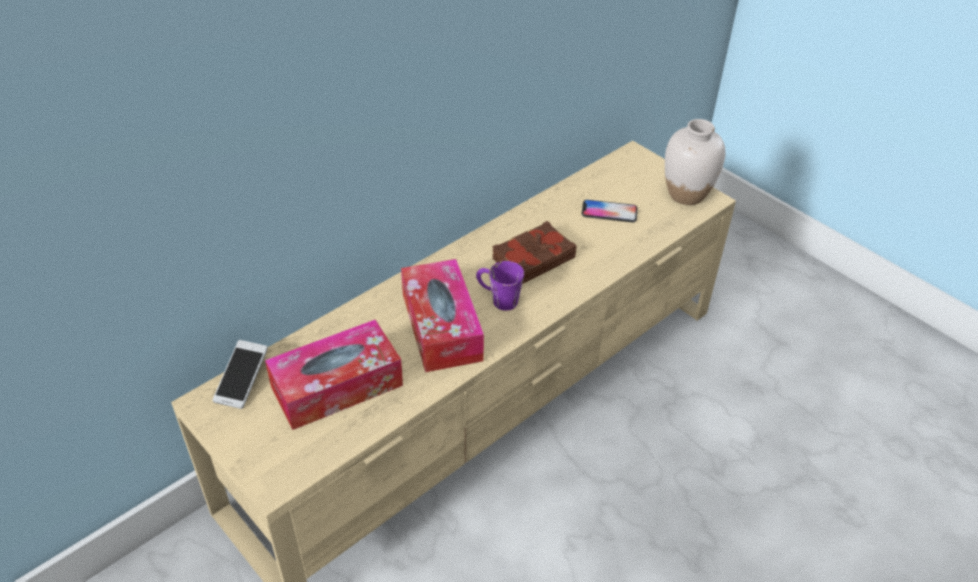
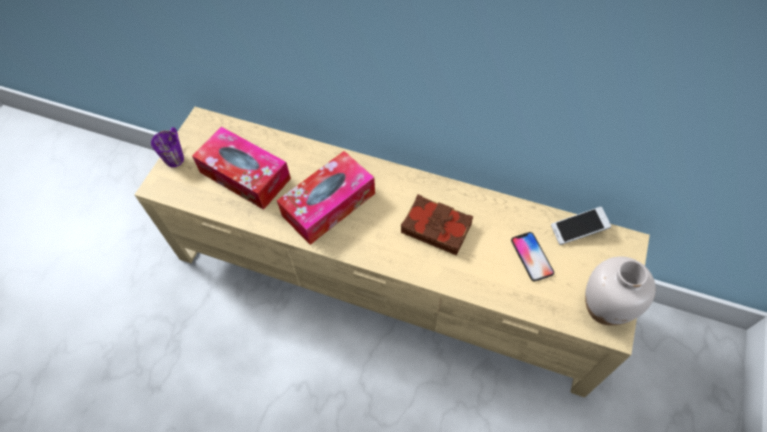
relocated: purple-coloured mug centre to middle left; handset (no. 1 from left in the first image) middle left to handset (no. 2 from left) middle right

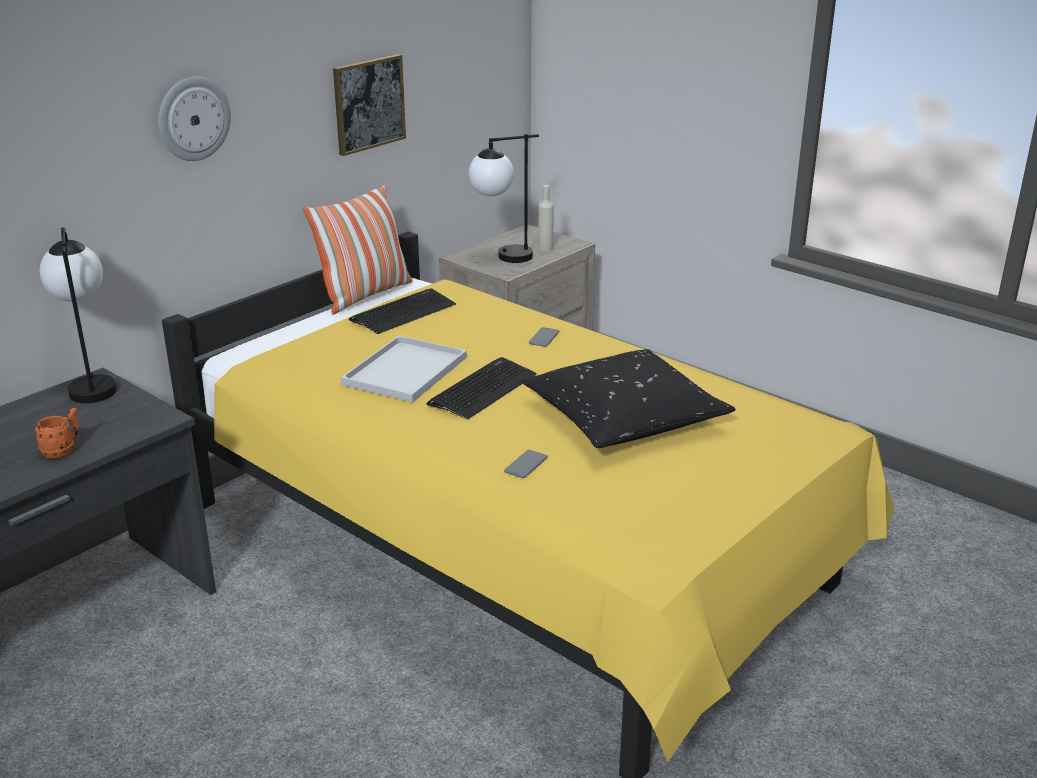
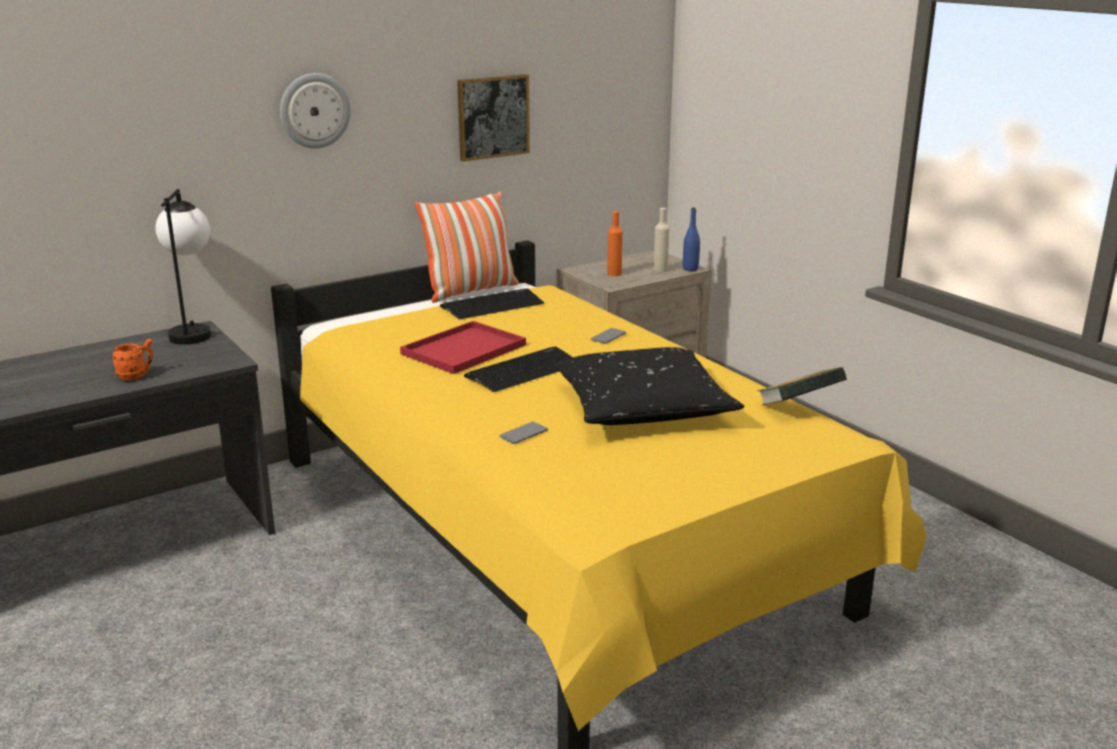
appeared: blue-coloured beverage bottle top centre; volume middle right
exchanged: lamp for a table (no. 2 from left) top centre to orange beverage bottle top centre
colour: white-coloured serving tray centre to reddish serving tray centre

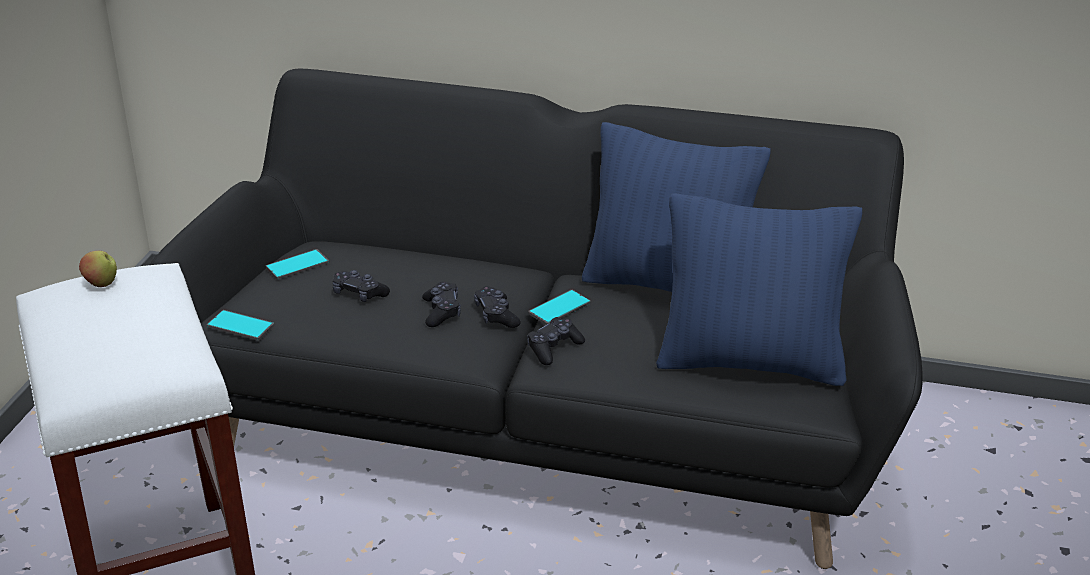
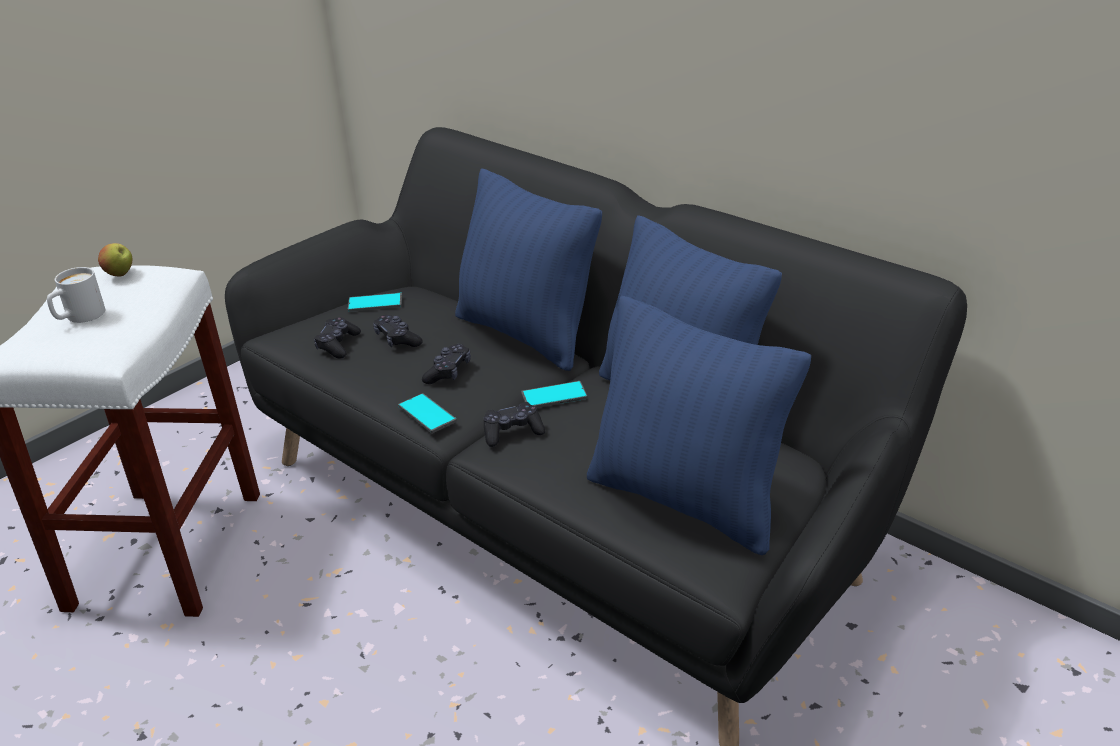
appeared: white-coloured mug middle left; blue-coloured cushion (no. 1 from left) centre
relocated: blackish gamepad (no. 3 from left in the first image) centre to blackish gamepad (no. 1 from left) middle left; handset (no. 1 from left in the first image) middle left to handset (no. 2 from left) centre

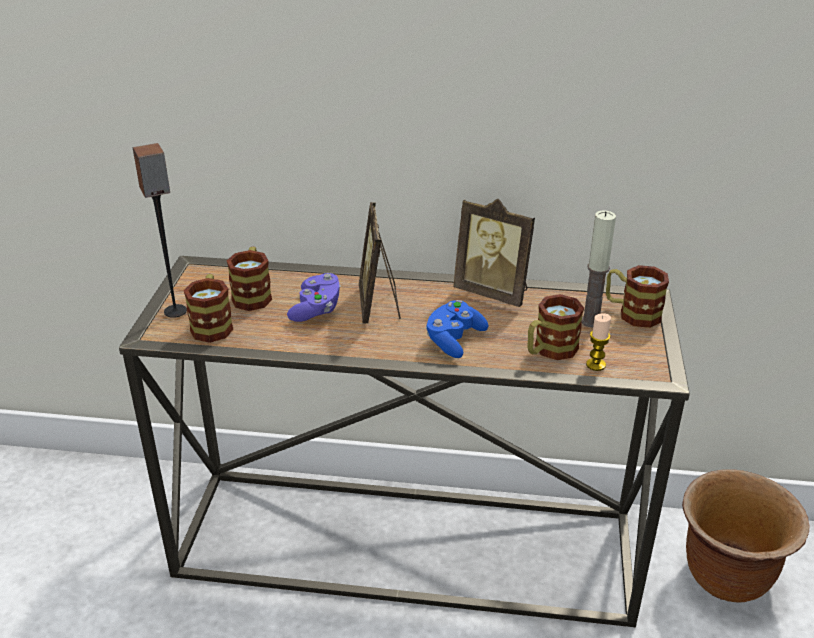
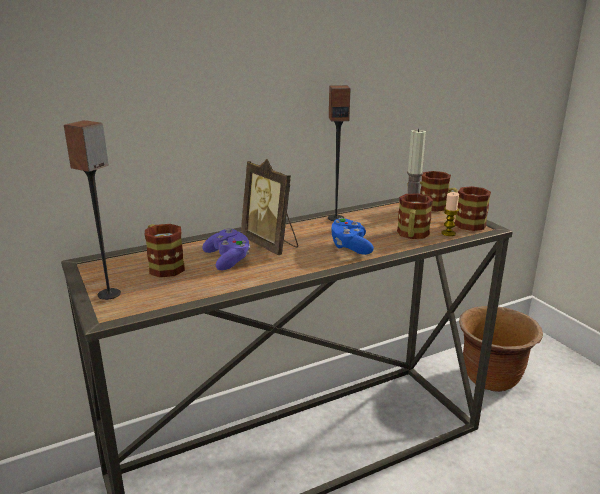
relocated: mug (no. 1 from left in the first image) middle left to mug (no. 4 from left) middle right
exchanged: picture frame (no. 2 from left) centre to audio speaker (no. 2 from left) top centre

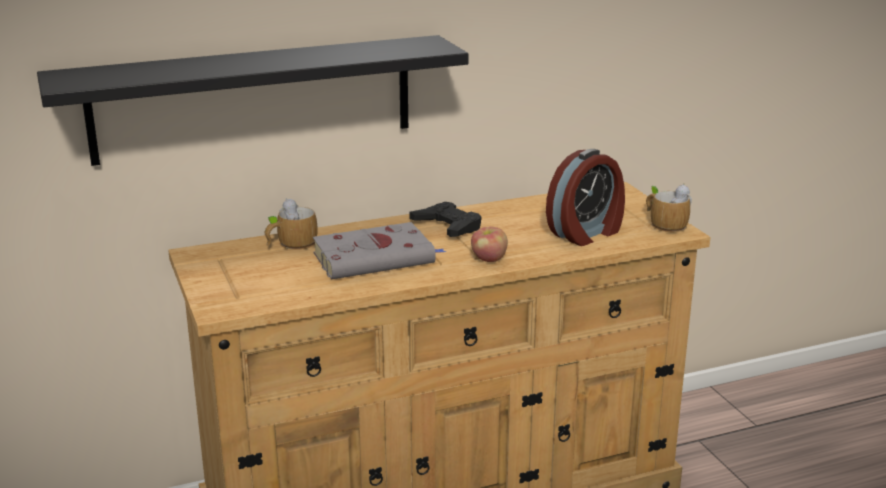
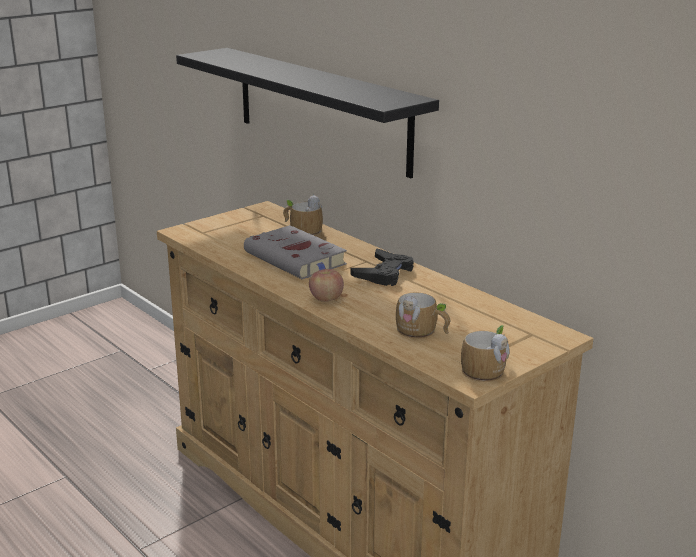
exchanged: table clock centre to mug (no. 2 from left) centre

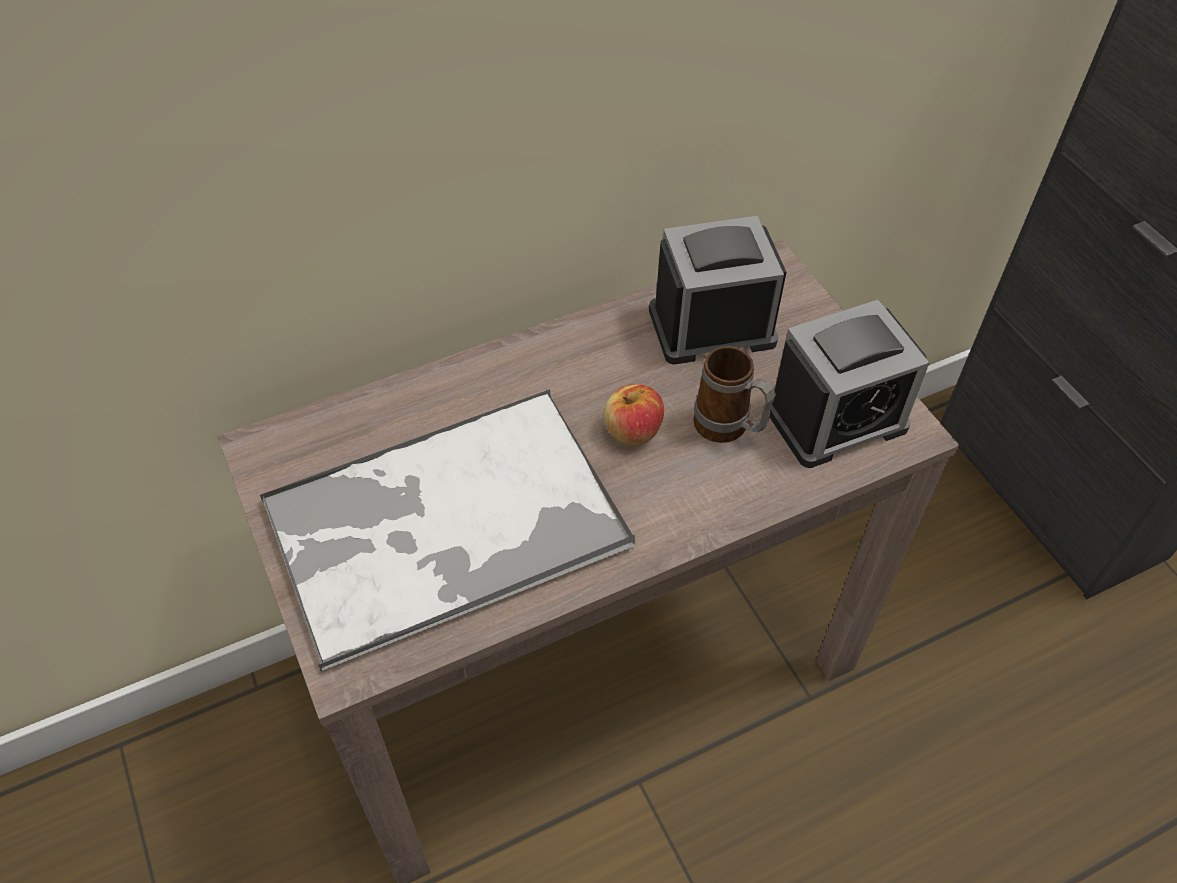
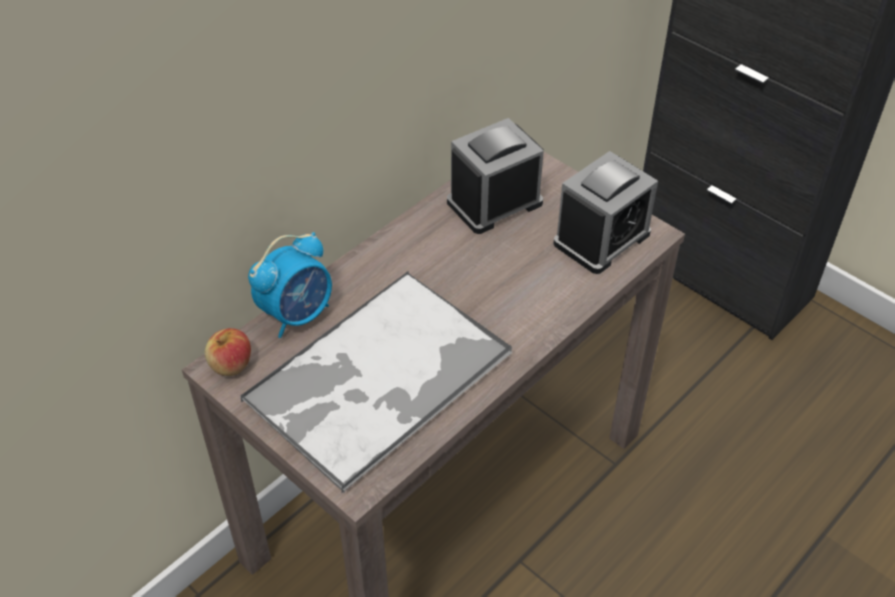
missing: mug centre
appeared: table clock (no. 1 from left) middle left
relocated: apple centre to middle left

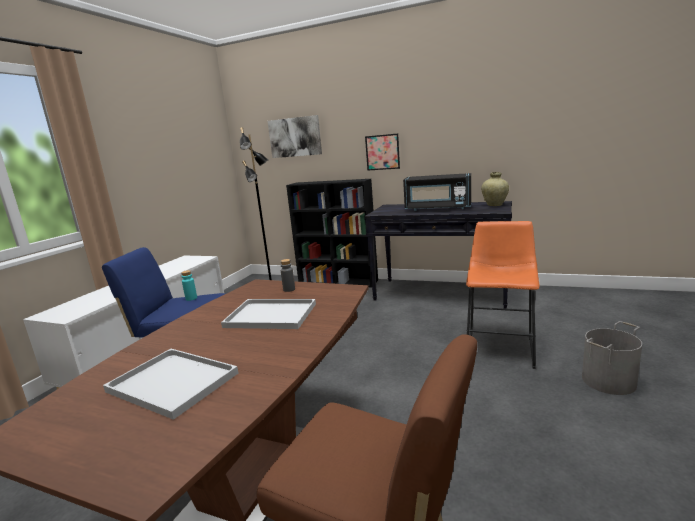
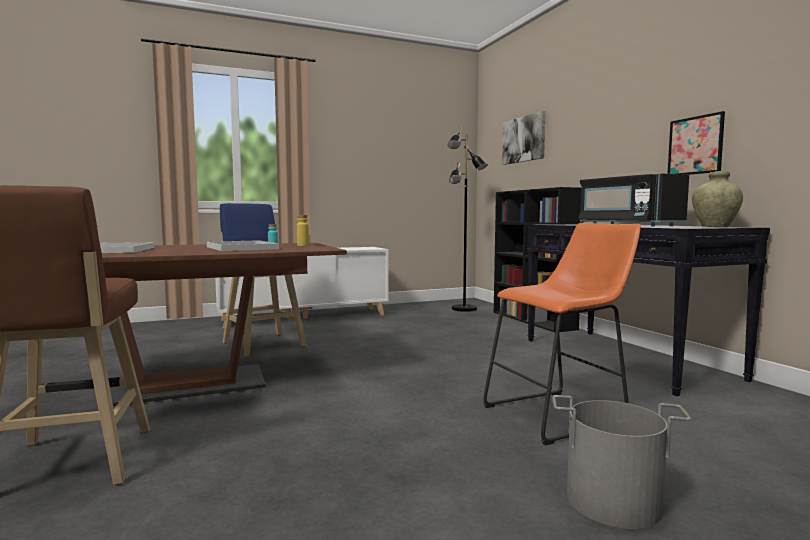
relocated: picture (no. 2 from left) top centre to top right
colour: greyish beverage bottle centre to yellow beverage bottle centre

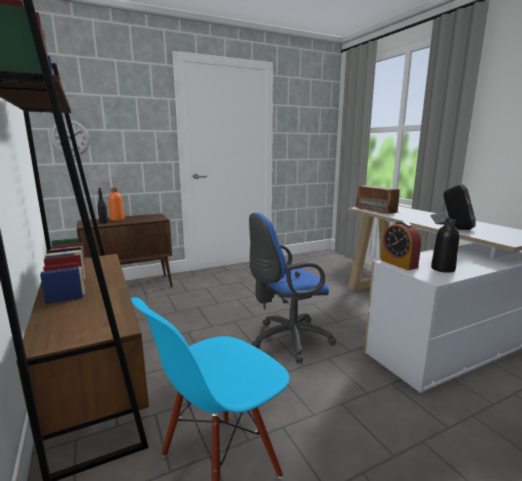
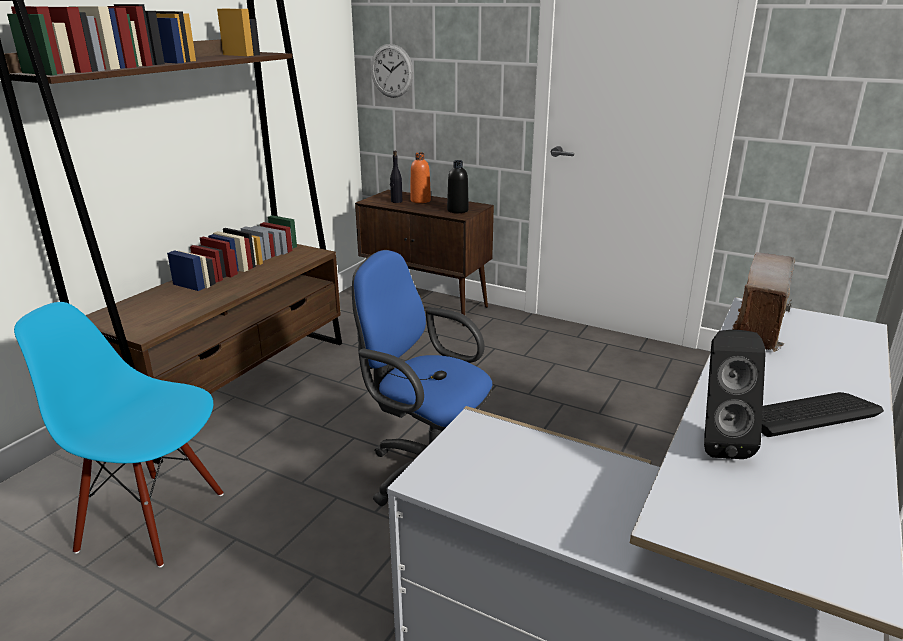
missing: table clock middle right
relocated: blackish beverage bottle (no. 2 from left) middle right to top centre

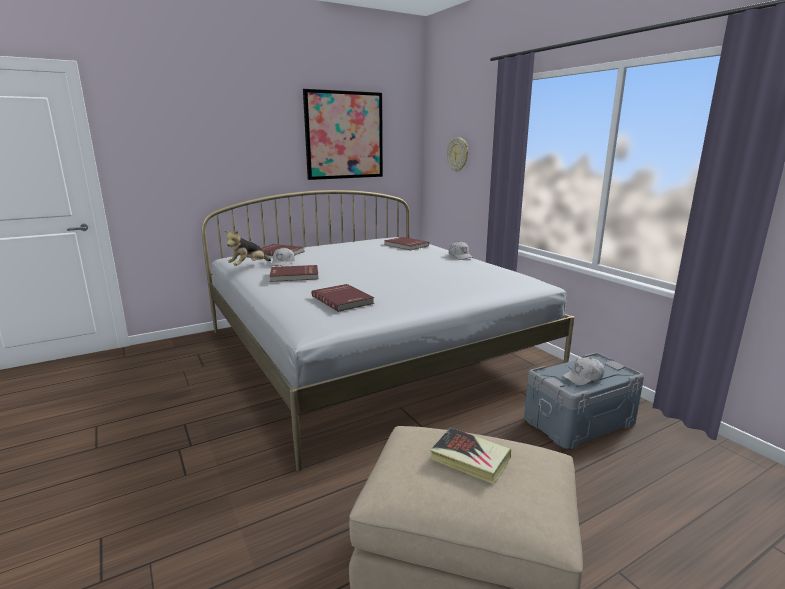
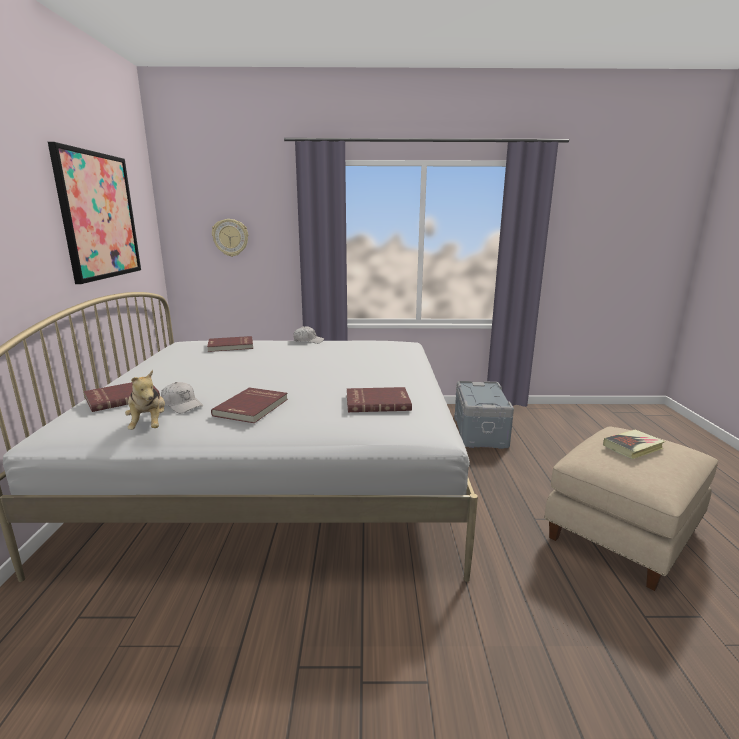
missing: white-coloured baseball cap (no. 3 from left) middle right

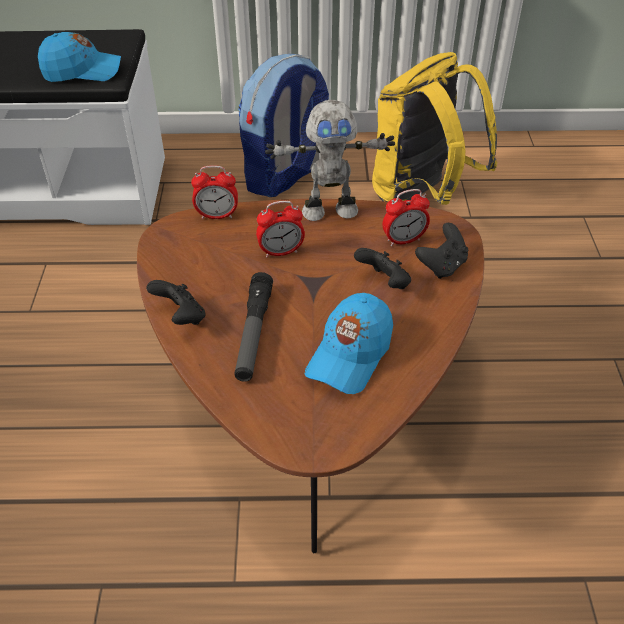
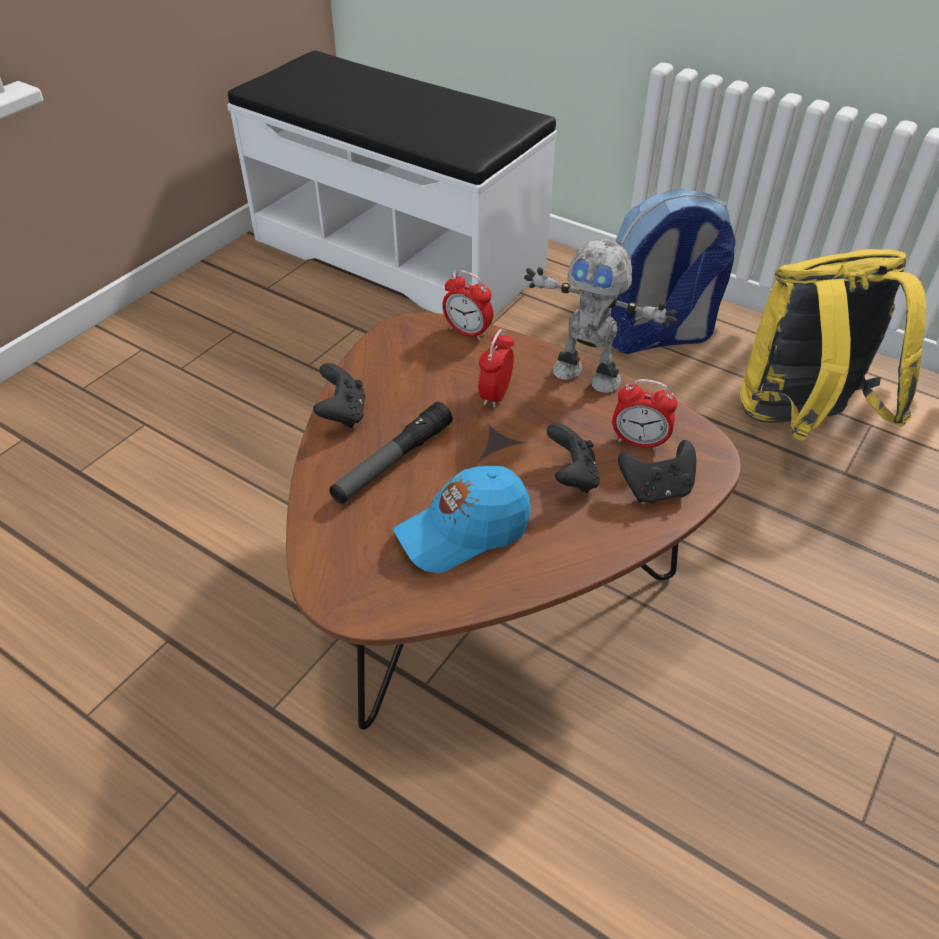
missing: blue-coloured baseball cap (no. 1 from left) top left
spun: table clock (no. 2 from left) centre = centre 90 degrees clockwise

